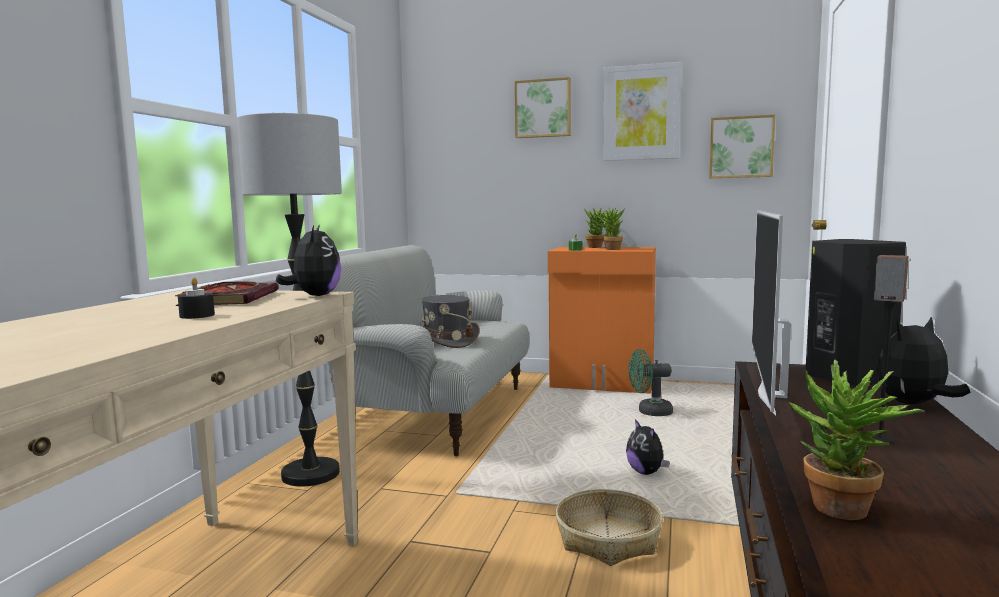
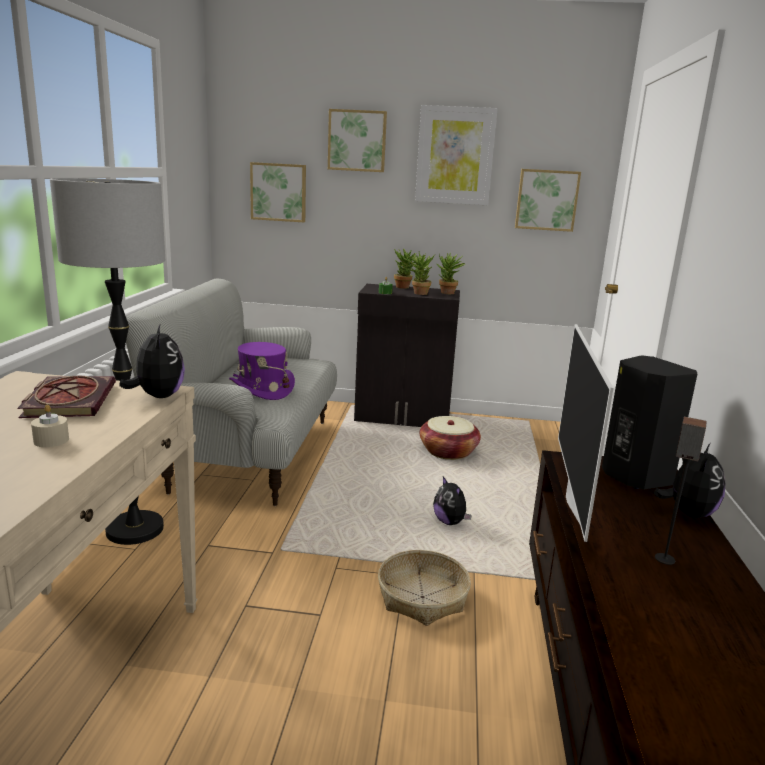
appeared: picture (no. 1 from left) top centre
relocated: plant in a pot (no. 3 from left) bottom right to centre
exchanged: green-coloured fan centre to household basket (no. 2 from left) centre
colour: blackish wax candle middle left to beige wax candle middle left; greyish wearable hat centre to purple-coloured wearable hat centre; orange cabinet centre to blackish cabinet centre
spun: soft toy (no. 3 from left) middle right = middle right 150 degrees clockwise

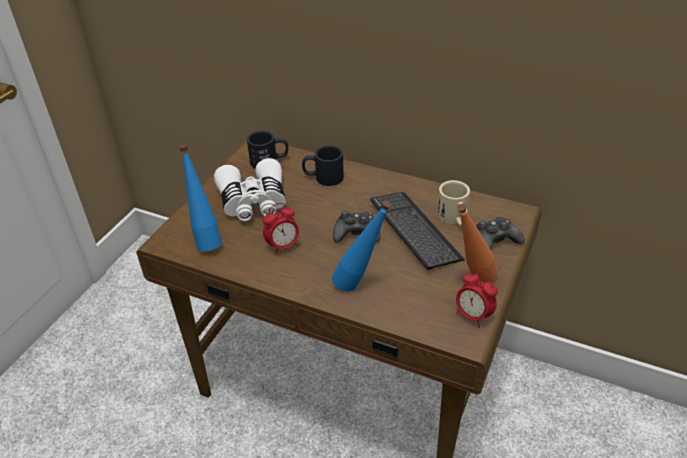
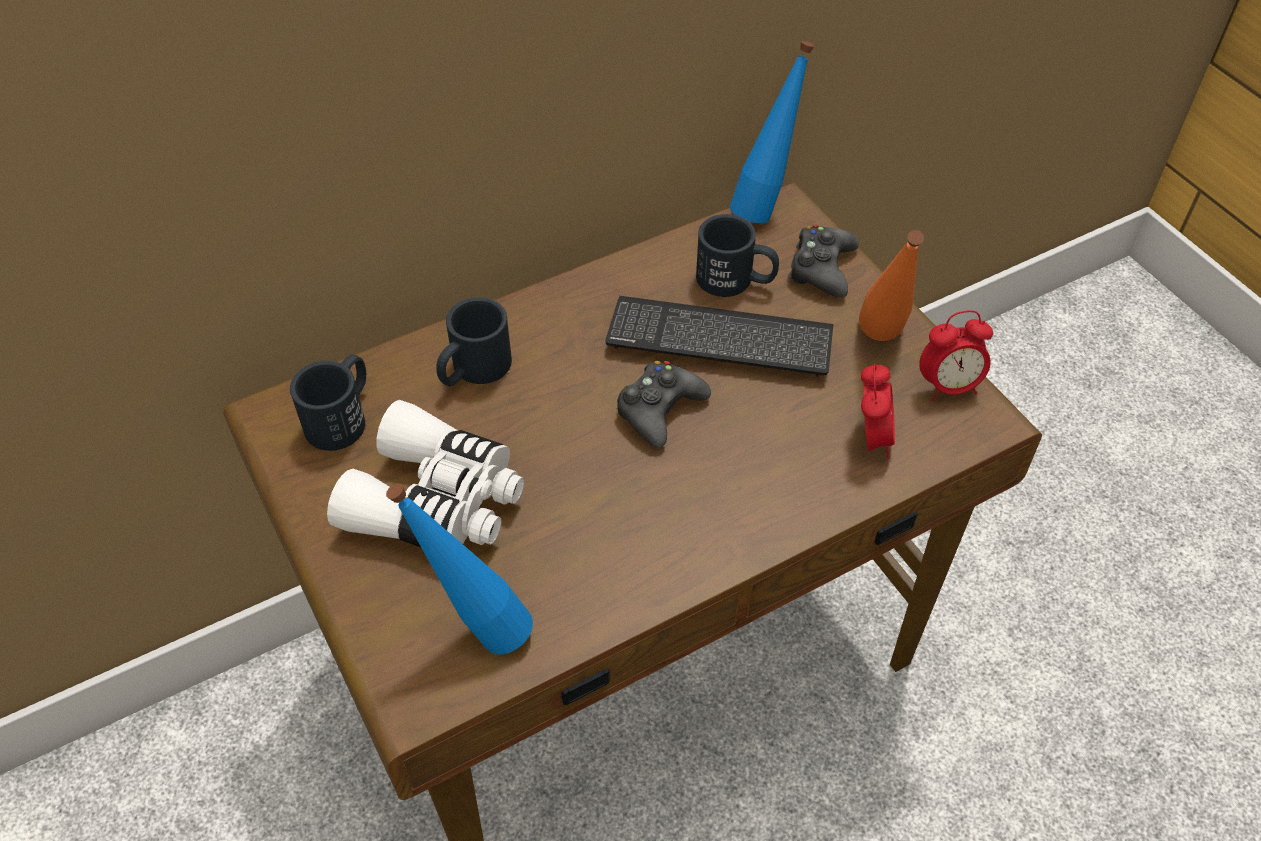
relocated: blue-coloured beverage bottle (no. 2 from left) centre to top centre; table clock (no. 1 from left) centre to middle right
colour: beige mug centre to blackish mug (no. 3 from left) top centre

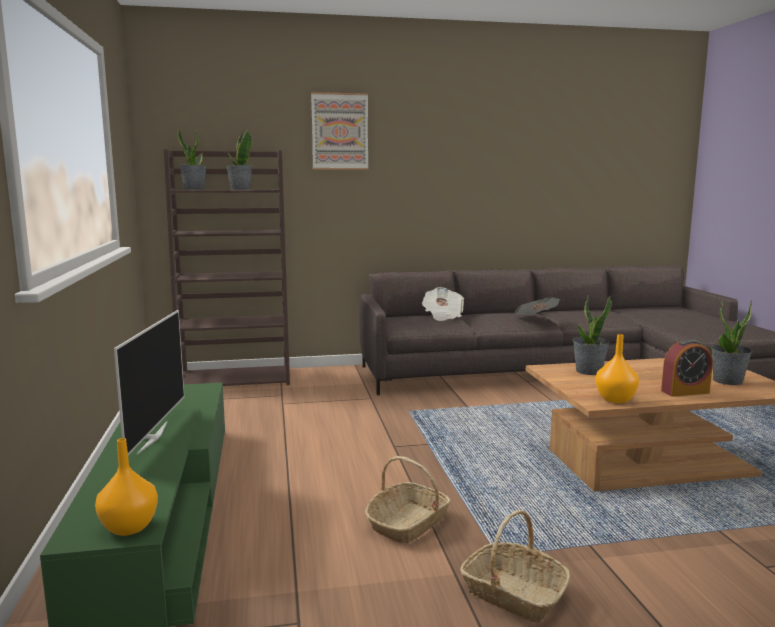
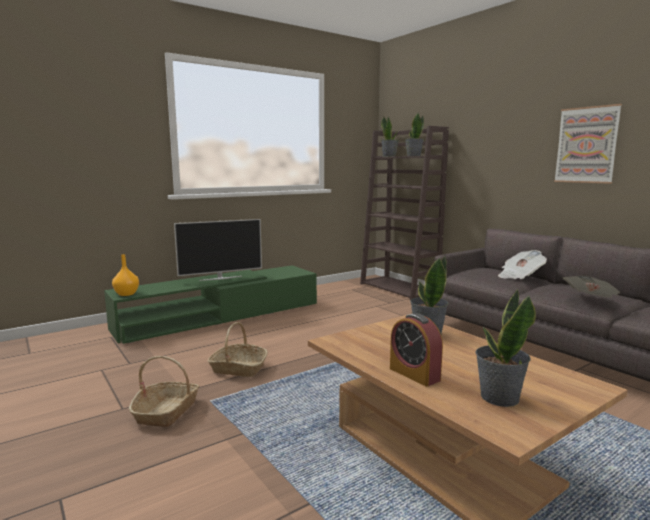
missing: orange decorative vase (no. 2 from left) middle right
relocated: picture top centre to top right

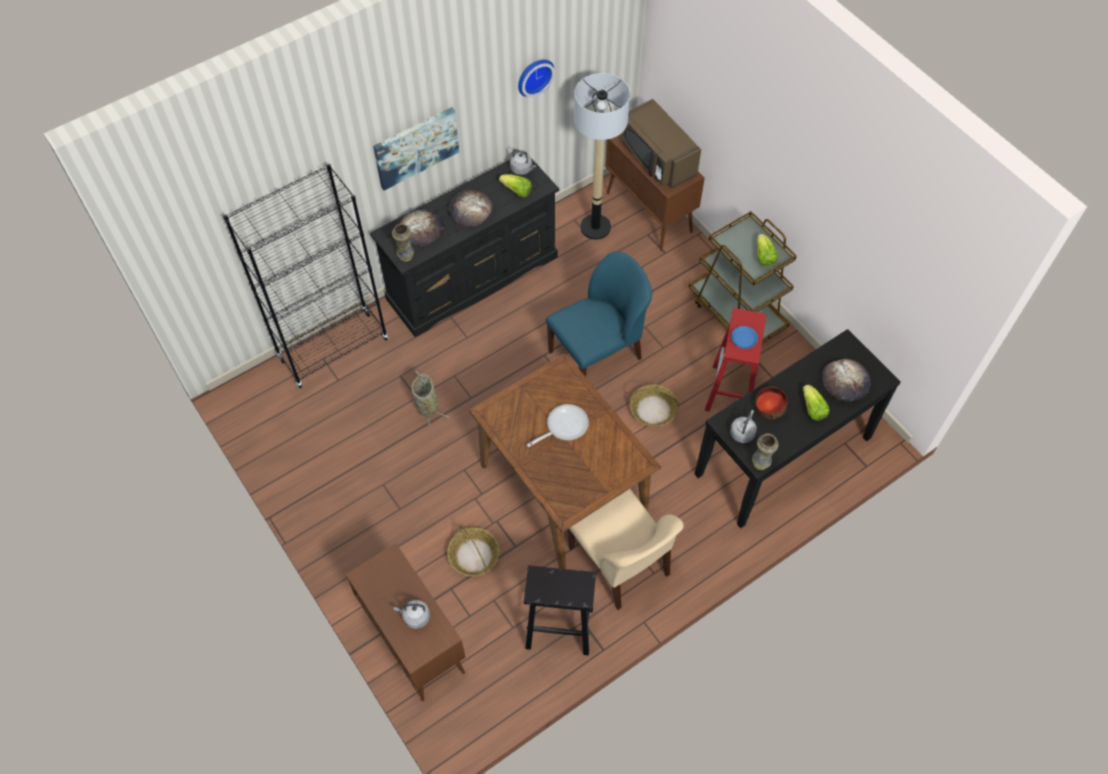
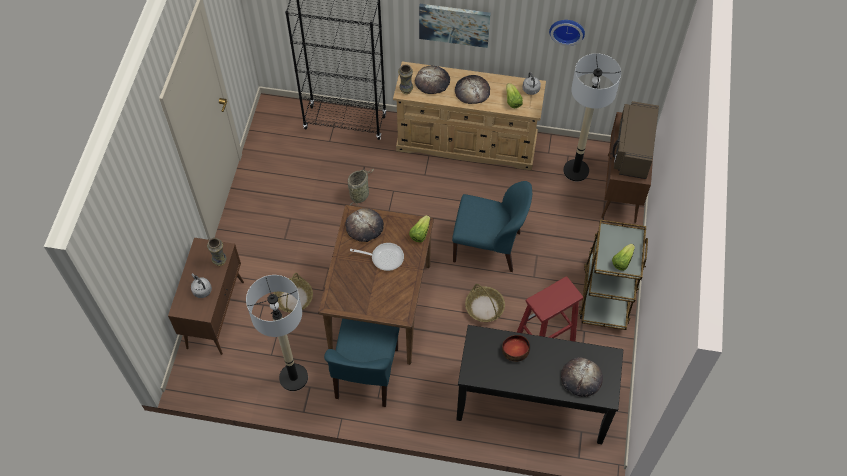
missing: greyish kettle (no. 3 from left) middle right; blue-coloured dinner plate middle right
appeared: bakery bread (no. 1 from left) centre
relocated: decorative vase (no. 2 from left in the first image) middle right to decorative vase (no. 1 from left) middle left; lettuce head (no. 3 from left in the first image) middle right to lettuce head (no. 1 from left) centre
exchanged: blackish stool seat bottom centre to standing lamp (no. 1 from left) bottom left
colour: beige plain chair bottom centre to blue-coloured plain chair (no. 1 from left) bottom centre; blackish dresser top centre to beige dresser top centre

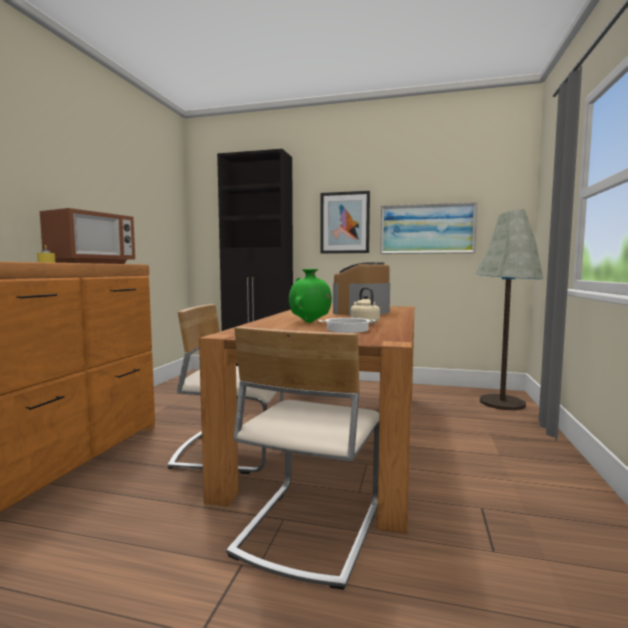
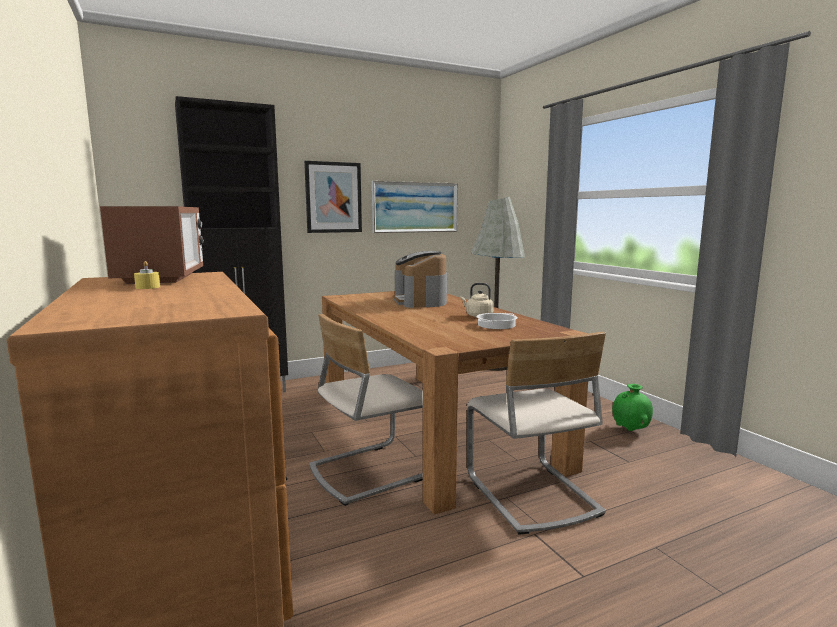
relocated: green-coloured decorative vase centre to middle right

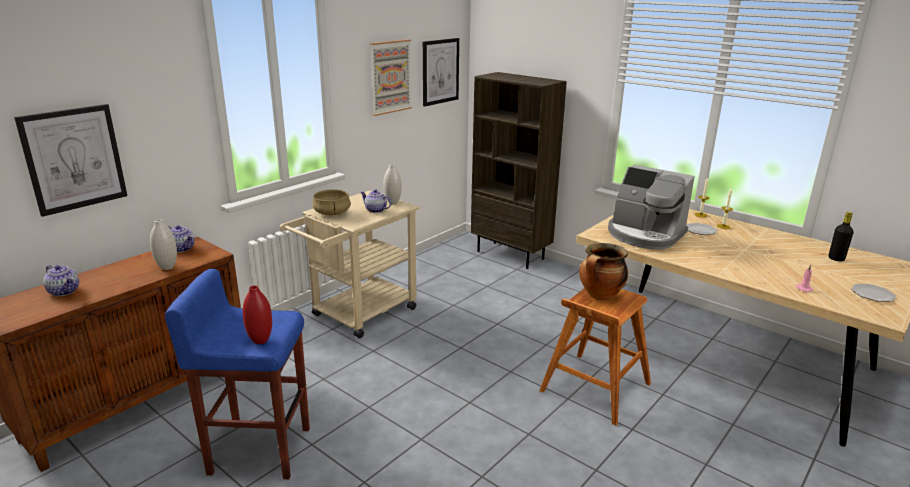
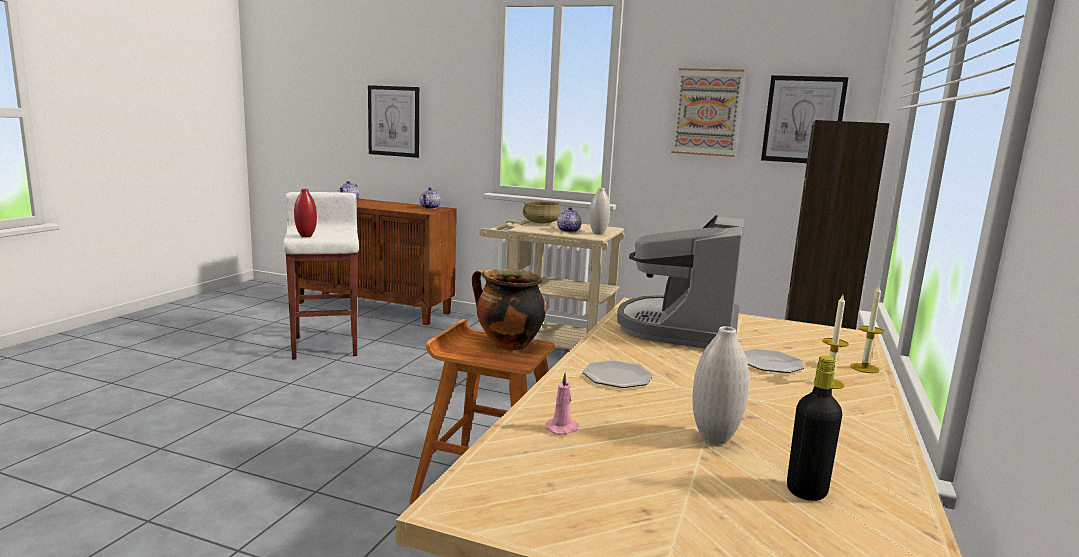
relocated: dinner plate (no. 2 from left in the first image) middle right to dinner plate (no. 1 from left) bottom centre; white-coloured decorative vase (no. 1 from left in the first image) middle left to white-coloured decorative vase (no. 2 from left) bottom right
colour: blue-coloured stool seat bottom left to white-coloured stool seat middle left

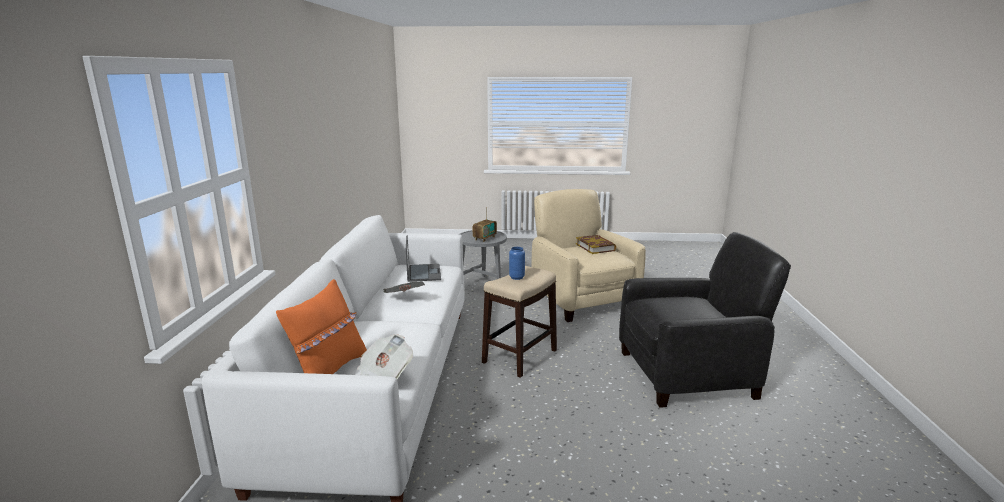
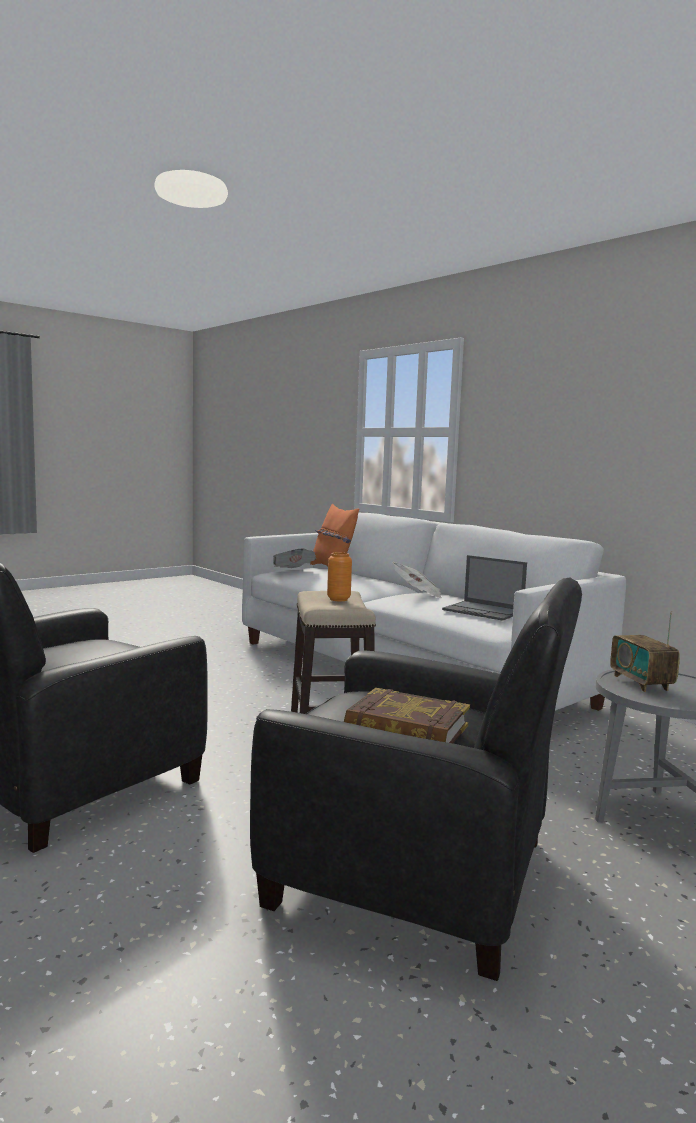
colour: beige lounge chair centre to blackish lounge chair (no. 2 from left) bottom centre; blue-coloured decorative vase centre to orange decorative vase centre

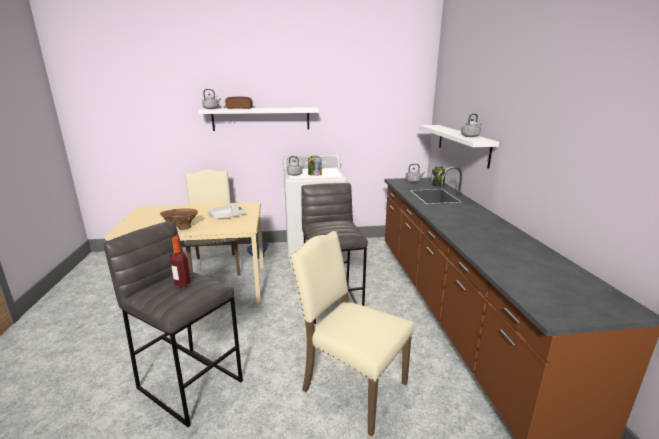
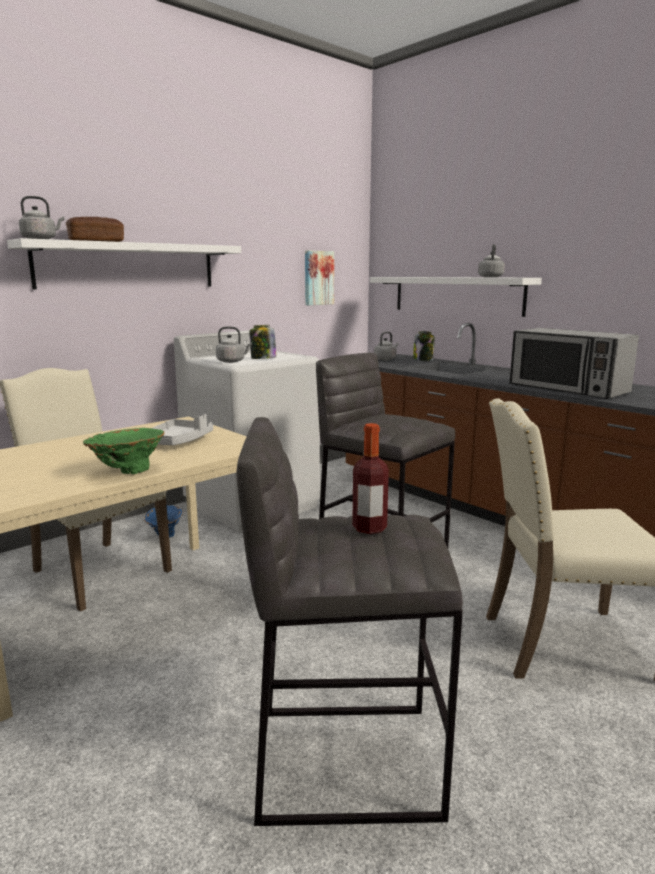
appeared: picture top centre; microwave middle right
colour: brownish decorative vase middle left to green-coloured decorative vase middle left

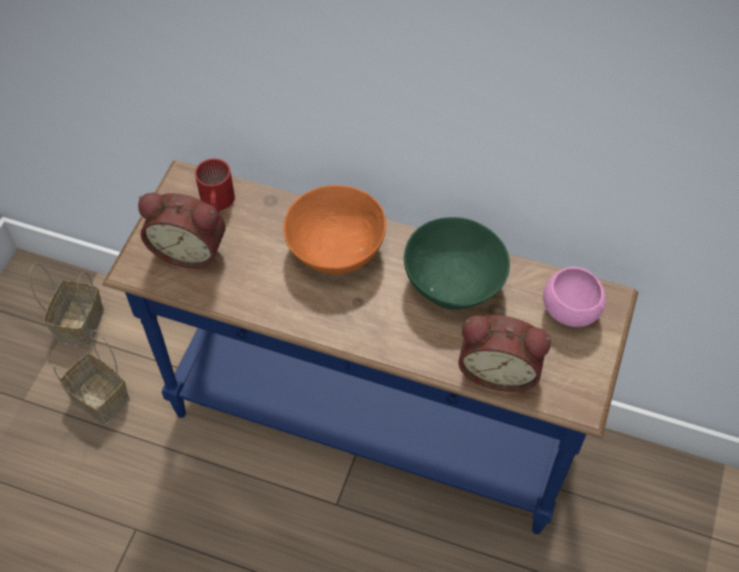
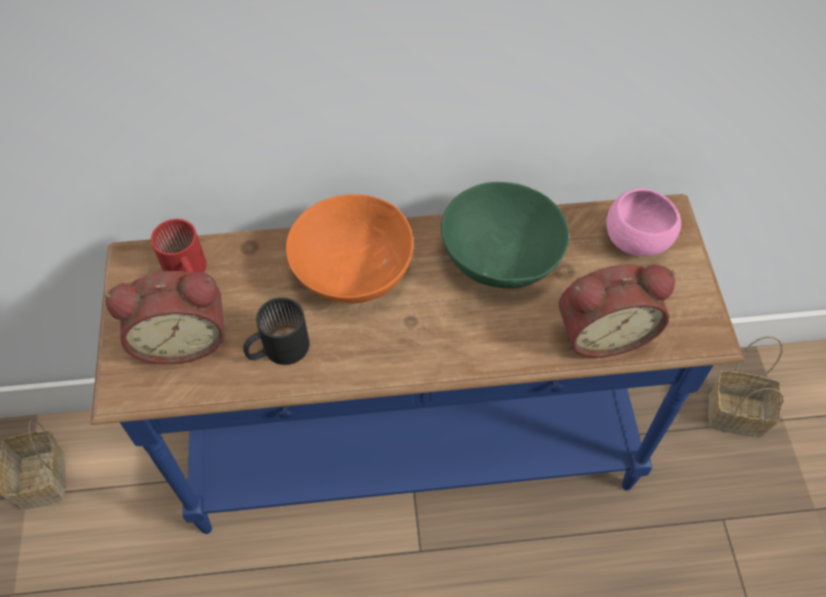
appeared: blackish mug centre
relocated: household basket (no. 2 from left) middle left to middle right

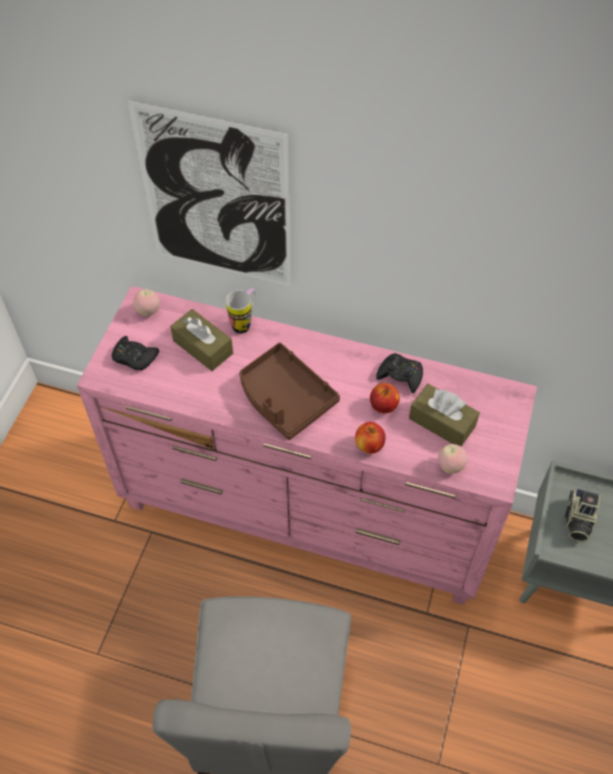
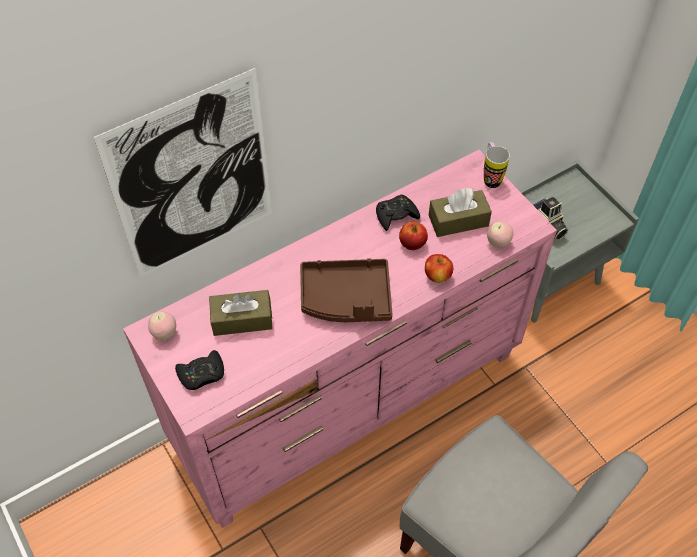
relocated: mug centre to top right

